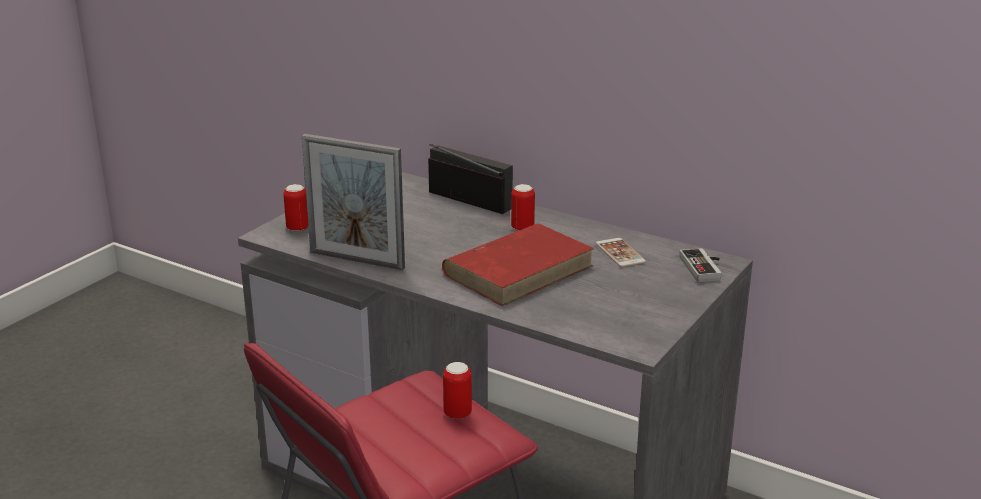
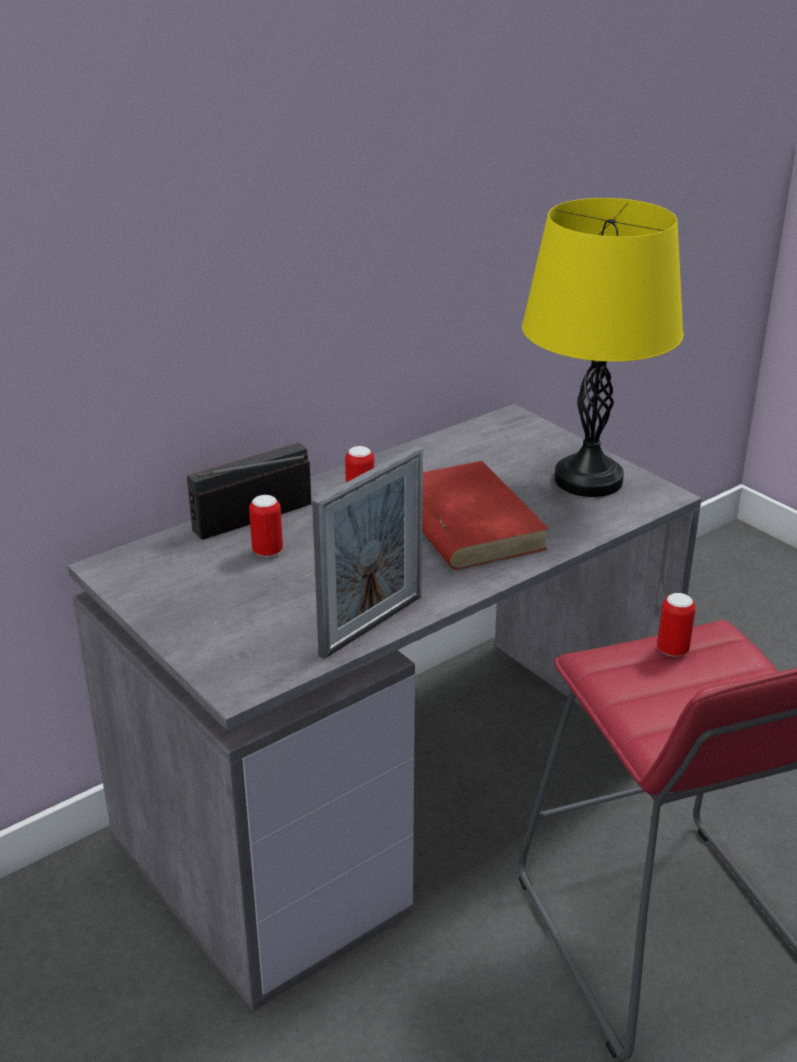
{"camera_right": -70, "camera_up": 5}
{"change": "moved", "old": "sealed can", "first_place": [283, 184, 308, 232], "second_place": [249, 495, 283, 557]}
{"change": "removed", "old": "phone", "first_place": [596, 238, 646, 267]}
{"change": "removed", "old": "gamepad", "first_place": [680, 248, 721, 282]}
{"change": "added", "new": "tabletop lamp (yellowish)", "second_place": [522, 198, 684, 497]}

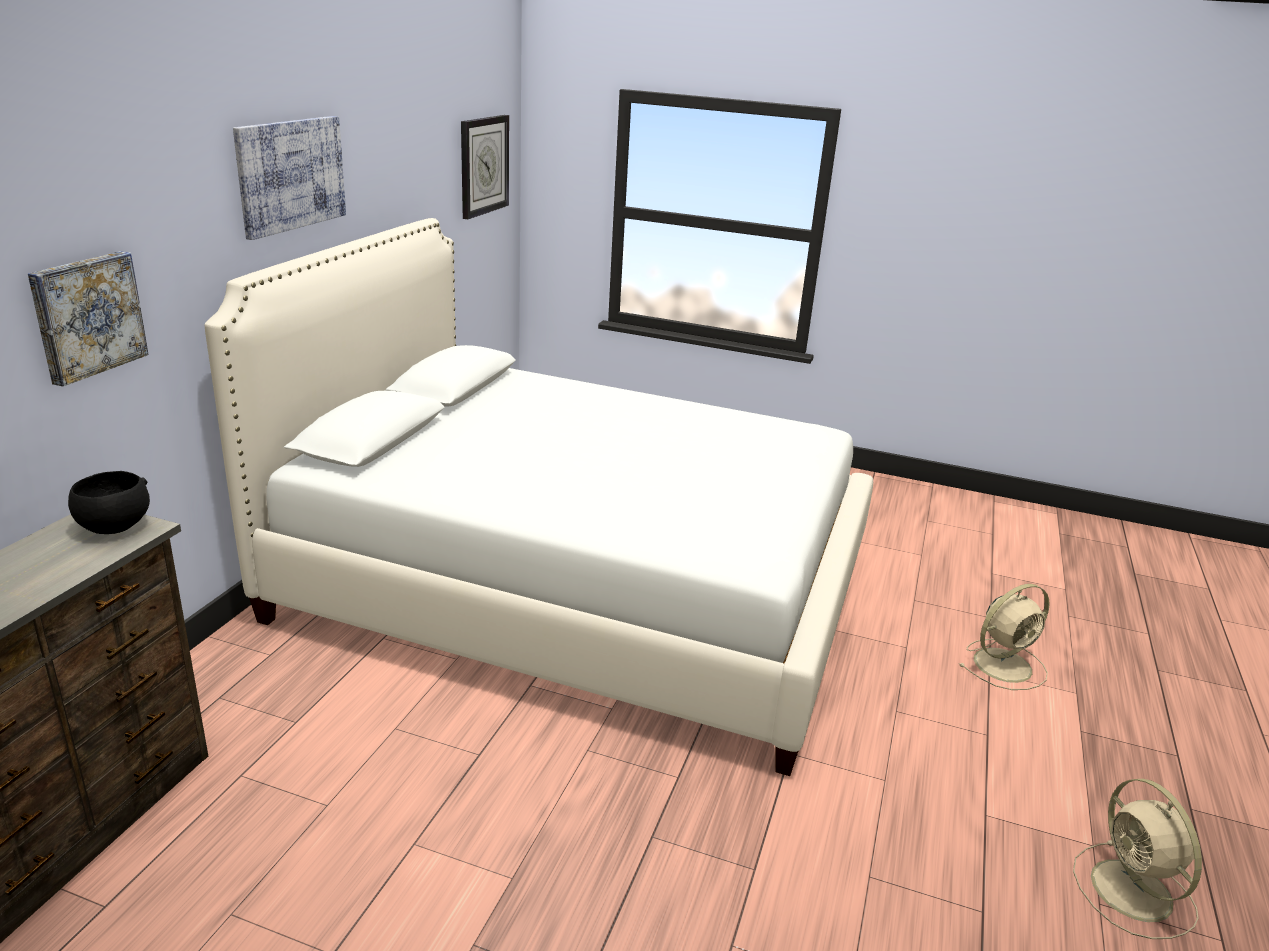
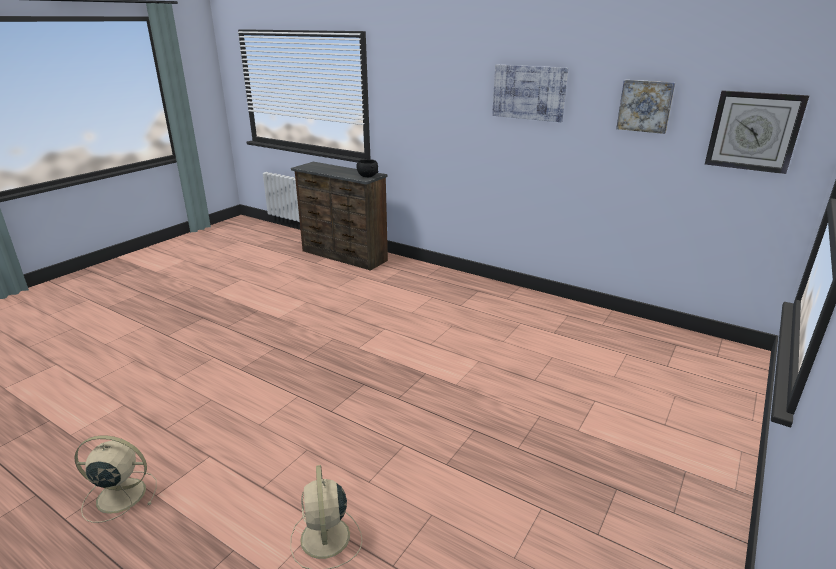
{"camera_right": 105, "camera_up": 0}
{"change": "moved", "old": "wall picture", "first_place": [28, 251, 149, 387], "second_place": [616, 80, 676, 134]}
{"change": "removed", "old": "bed (white-coloured)", "first_place": [205, 218, 873, 776]}

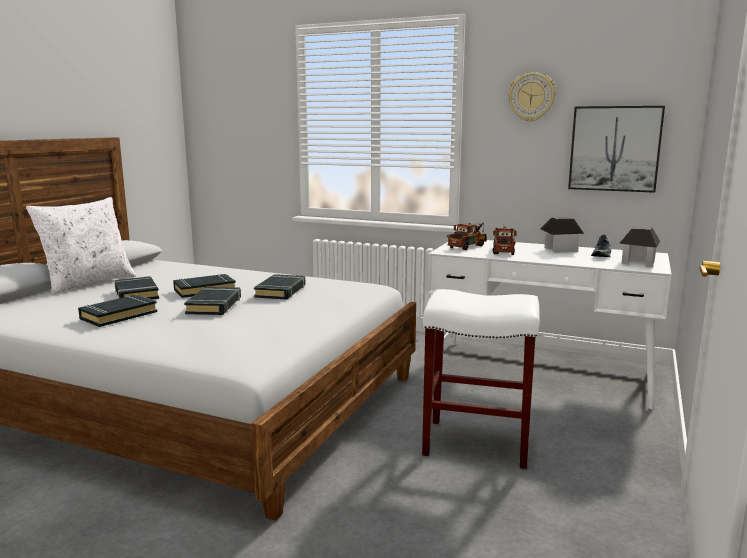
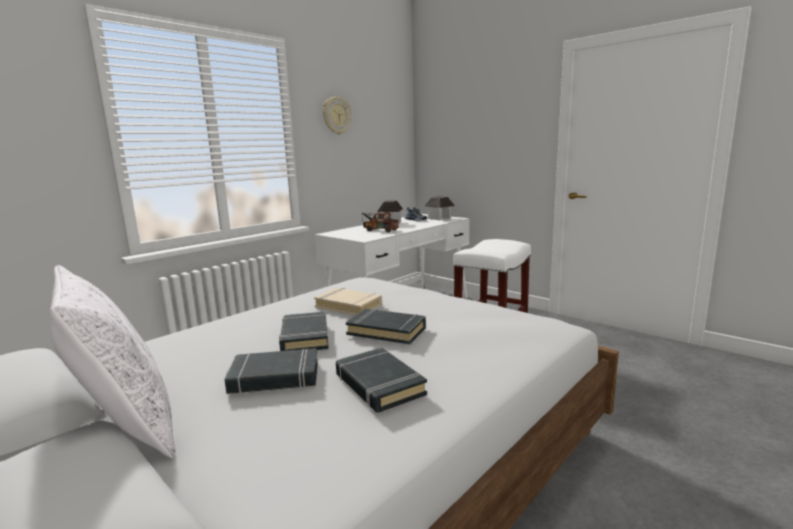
{"camera_right": -70, "camera_up": 0}
{"change": "recoloured", "old": "book (black)", "new": "book (sand-coloured)", "first_place": [254, 274, 306, 300], "second_place": [314, 288, 382, 316]}
{"change": "removed", "old": "toy lorry", "first_place": [447, 222, 487, 250]}
{"change": "removed", "old": "wall picture", "first_place": [568, 106, 665, 193]}

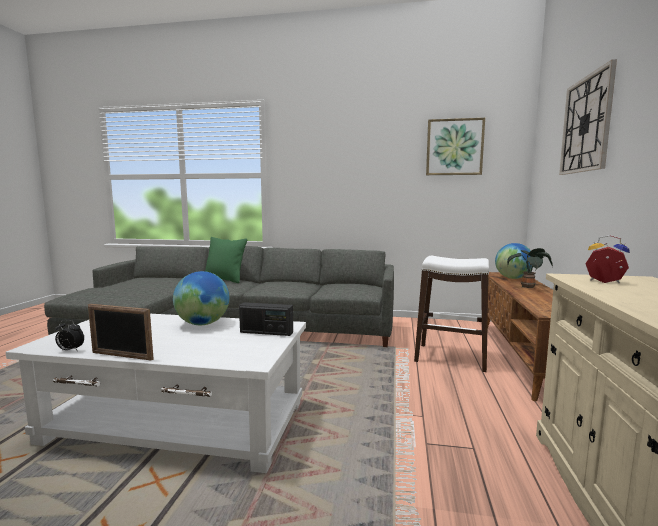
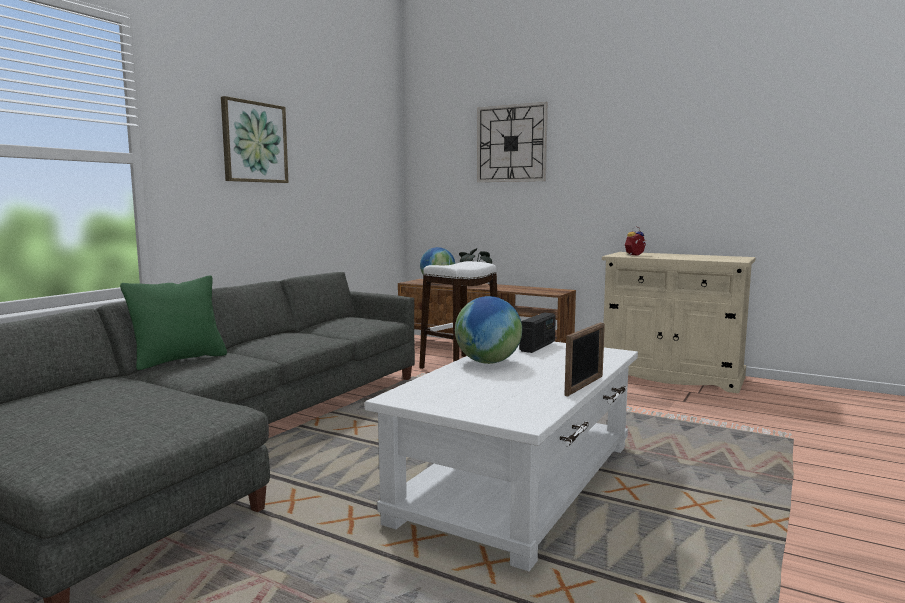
{"camera_right": -70, "camera_up": 0}
{"change": "removed", "old": "alarm clock", "first_place": [55, 320, 84, 351]}
{"change": "moved", "old": "wall picture", "first_place": [426, 118, 485, 175], "second_place": [221, 96, 289, 183]}

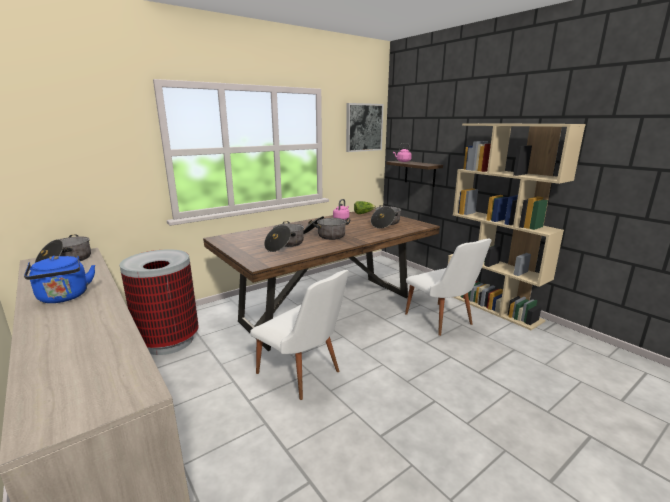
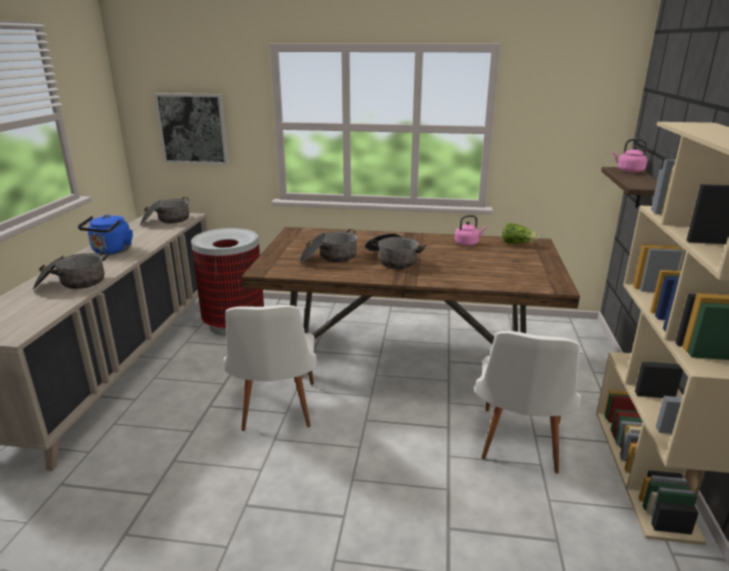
{"camera_right": 45, "camera_up": 5}
{"change": "moved", "old": "wall picture", "first_place": [346, 103, 384, 152], "second_place": [154, 93, 229, 165]}
{"change": "moved", "old": "stockpot", "first_place": [371, 205, 401, 229], "second_place": [33, 251, 108, 289]}

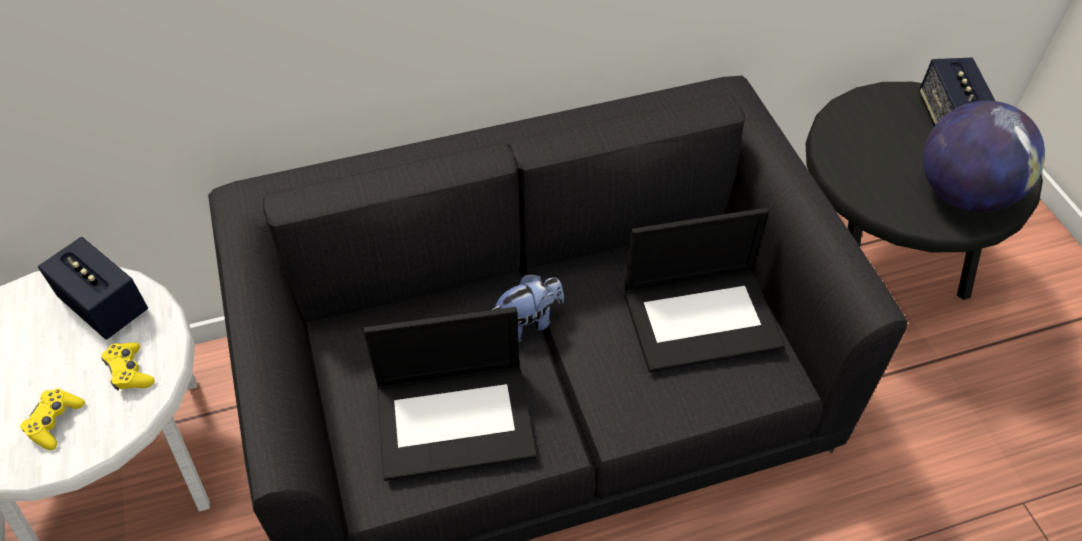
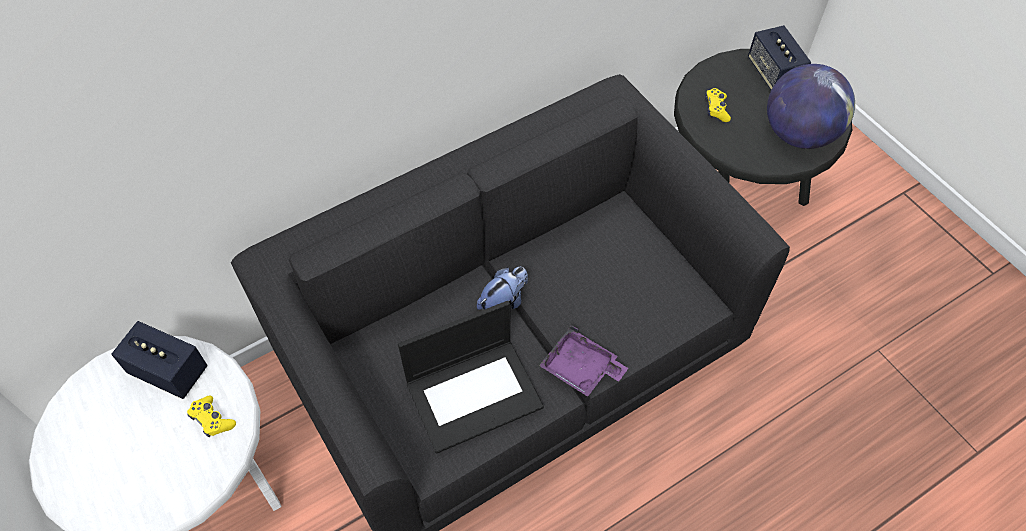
{"camera_right": -15, "camera_up": 5}
{"change": "moved", "old": "gamepad (yellowish)", "first_place": [20, 388, 85, 450], "second_place": [705, 88, 731, 122]}
{"change": "removed", "old": "notebook computer", "first_place": [625, 208, 785, 372]}
{"change": "added", "new": "carrying tray (purple)", "second_place": [539, 325, 628, 396]}

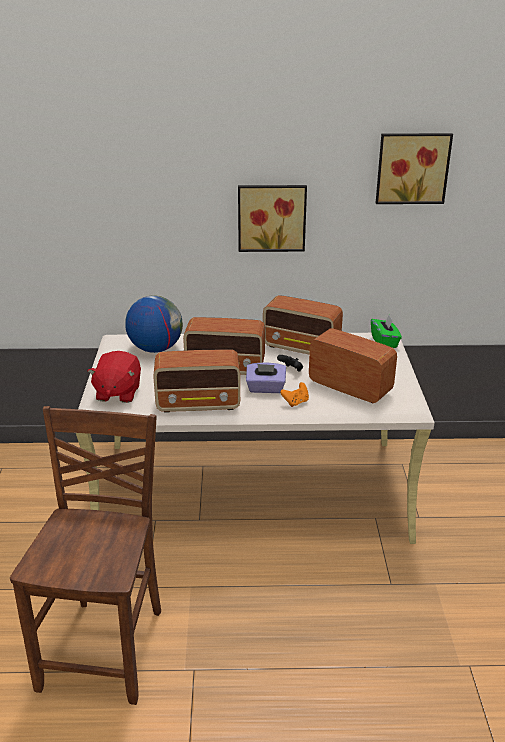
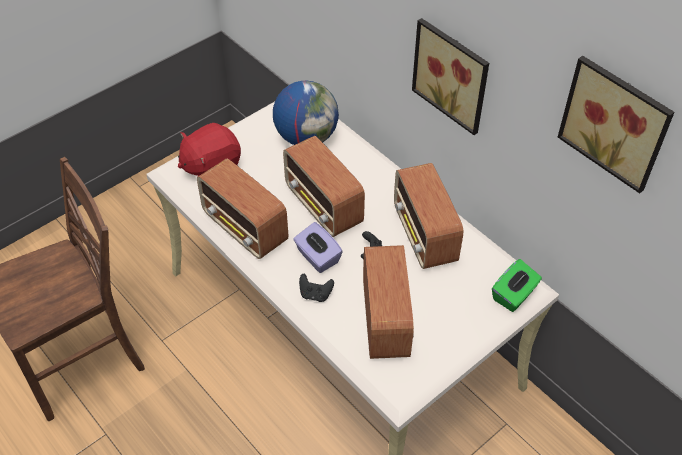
{"camera_right": 50, "camera_up": 20}
{"change": "recoloured", "old": "gamepad (orange-coloured)", "new": "gamepad (black)", "first_place": [280, 382, 309, 407], "second_place": [299, 273, 334, 302]}

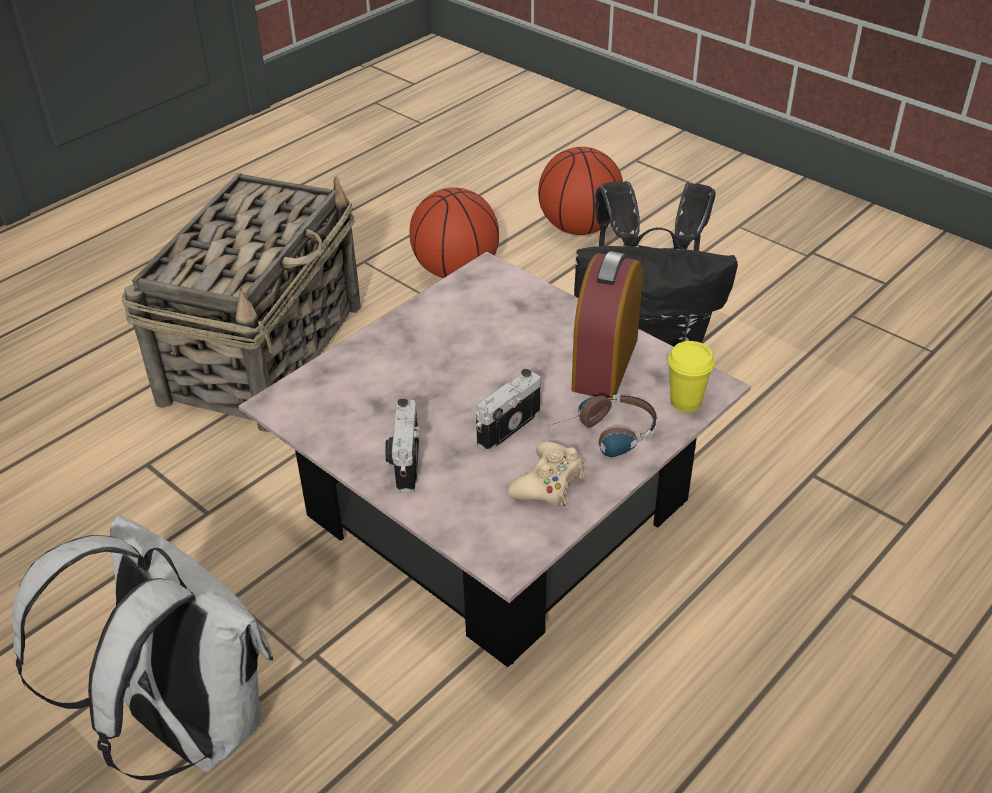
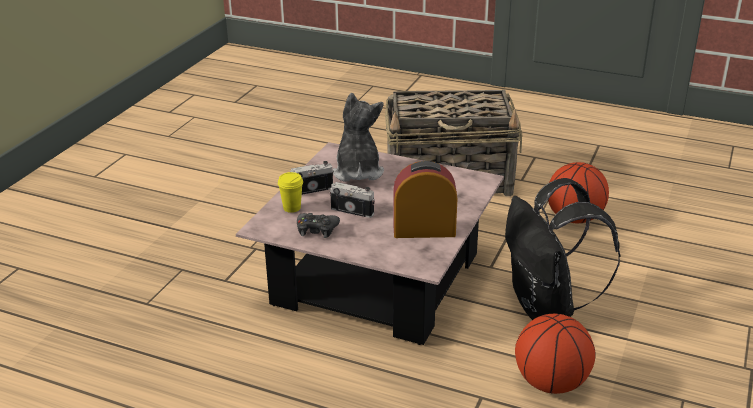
{"camera_right": 70, "camera_up": -10}
{"change": "removed", "old": "knapsack (white-coloured)", "first_place": [12, 515, 273, 780]}
{"change": "recoloured", "old": "gamepad (sand-coloured)", "new": "gamepad (black)", "first_place": [507, 441, 585, 507], "second_place": [297, 213, 340, 238]}
{"change": "moved", "old": "ball for basketball", "first_place": [538, 147, 623, 235], "second_place": [515, 314, 596, 394]}
{"change": "removed", "old": "headset", "first_place": [549, 394, 658, 457]}
{"change": "moved", "old": "cup (yellowish)", "first_place": [668, 341, 715, 412], "second_place": [278, 172, 303, 213]}
{"change": "added", "new": "plush toy", "second_place": [333, 93, 384, 182]}

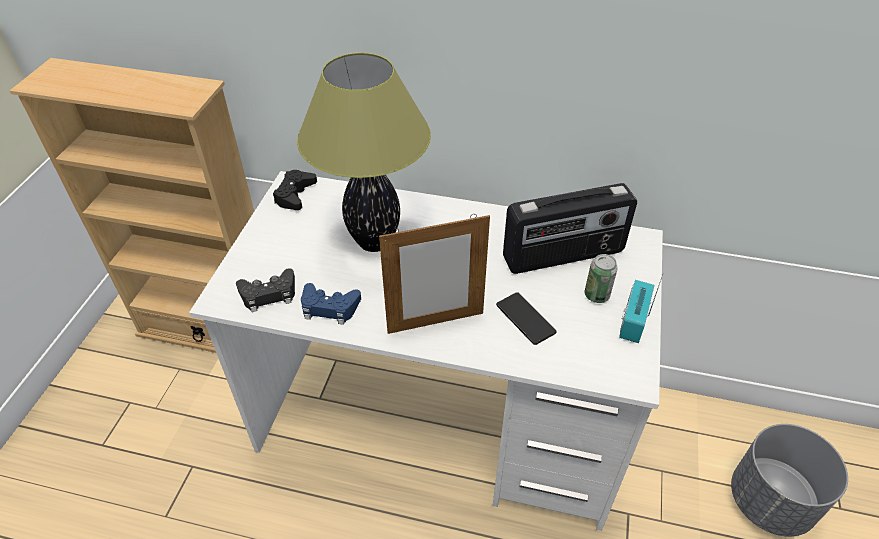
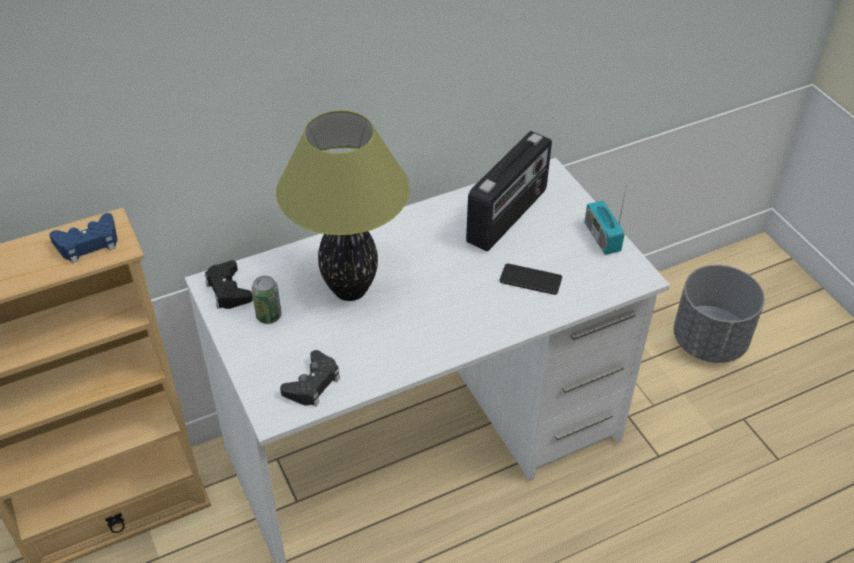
{"camera_right": -40, "camera_up": 0}
{"change": "moved", "old": "gamepad (bluish)", "first_place": [301, 283, 361, 325], "second_place": [49, 213, 118, 264]}
{"change": "removed", "old": "photo frame", "first_place": [379, 214, 490, 334]}
{"change": "moved", "old": "sealed can", "first_place": [585, 254, 618, 303], "second_place": [252, 276, 281, 324]}

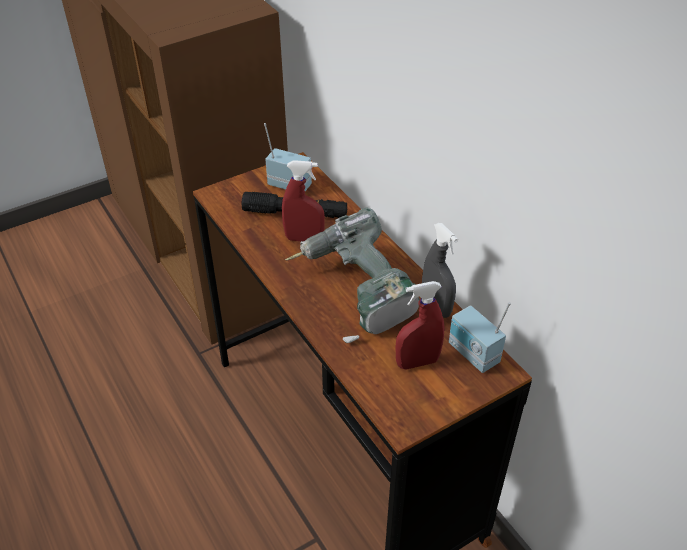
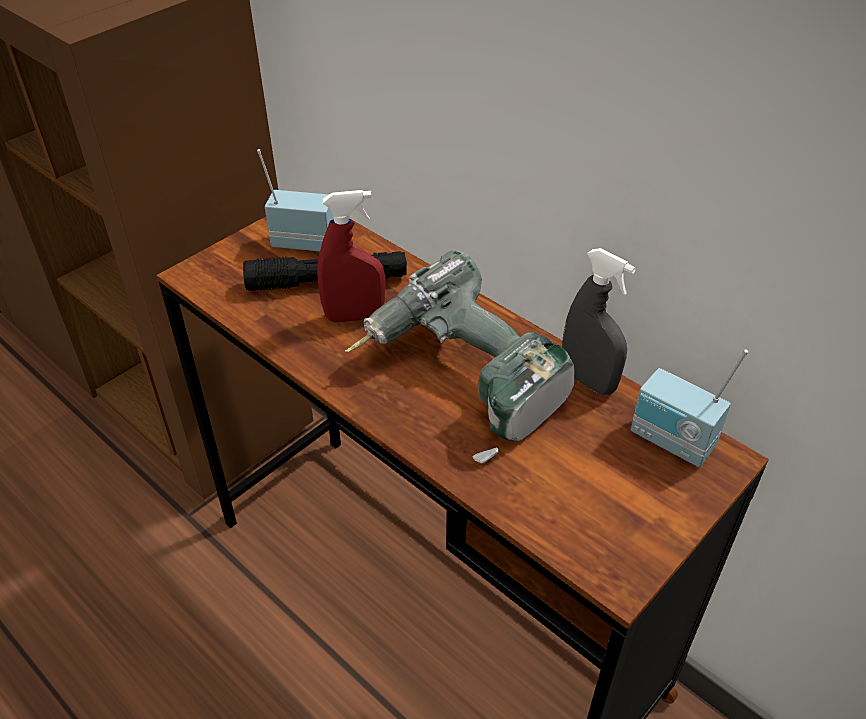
{"camera_right": -15, "camera_up": 0}
{"change": "removed", "old": "sprayer (reddish)", "first_place": [395, 281, 445, 369]}

